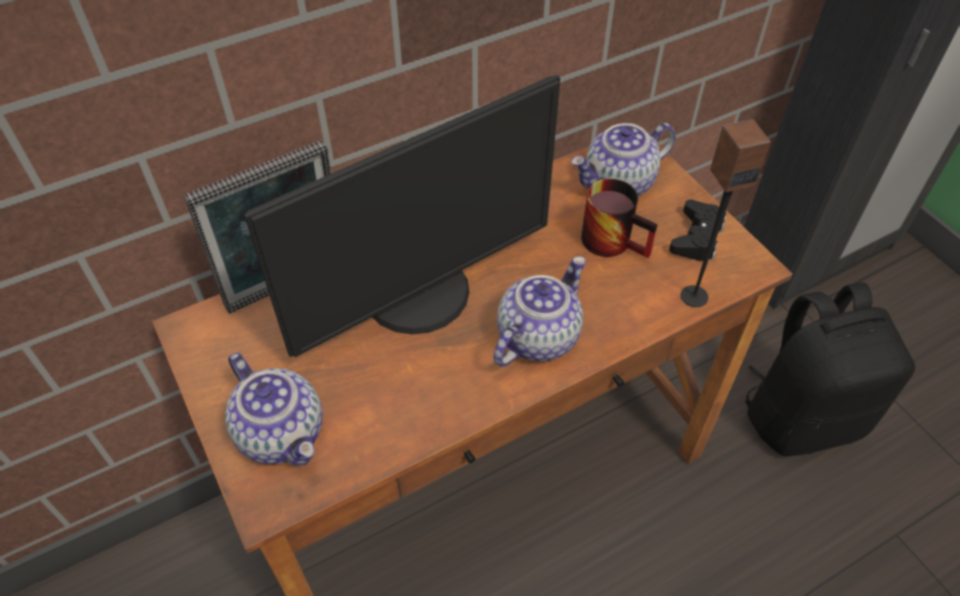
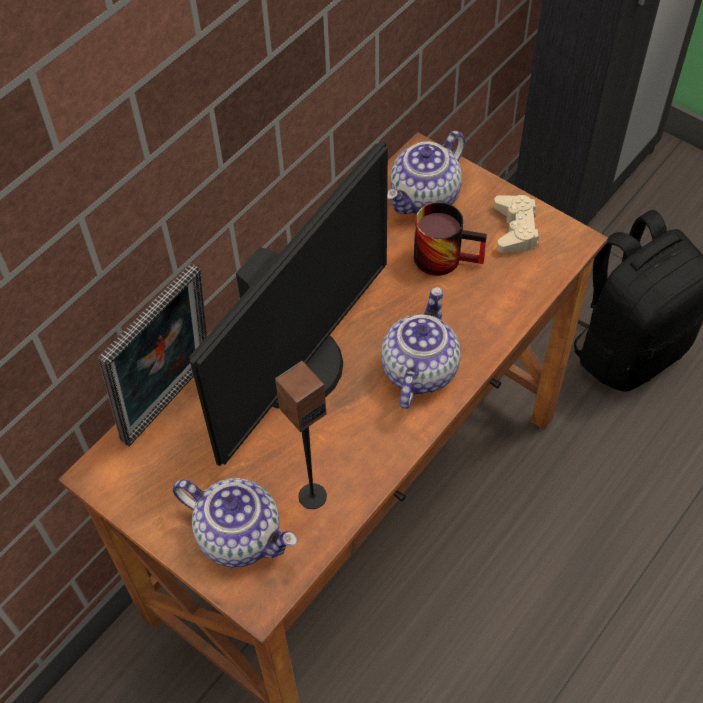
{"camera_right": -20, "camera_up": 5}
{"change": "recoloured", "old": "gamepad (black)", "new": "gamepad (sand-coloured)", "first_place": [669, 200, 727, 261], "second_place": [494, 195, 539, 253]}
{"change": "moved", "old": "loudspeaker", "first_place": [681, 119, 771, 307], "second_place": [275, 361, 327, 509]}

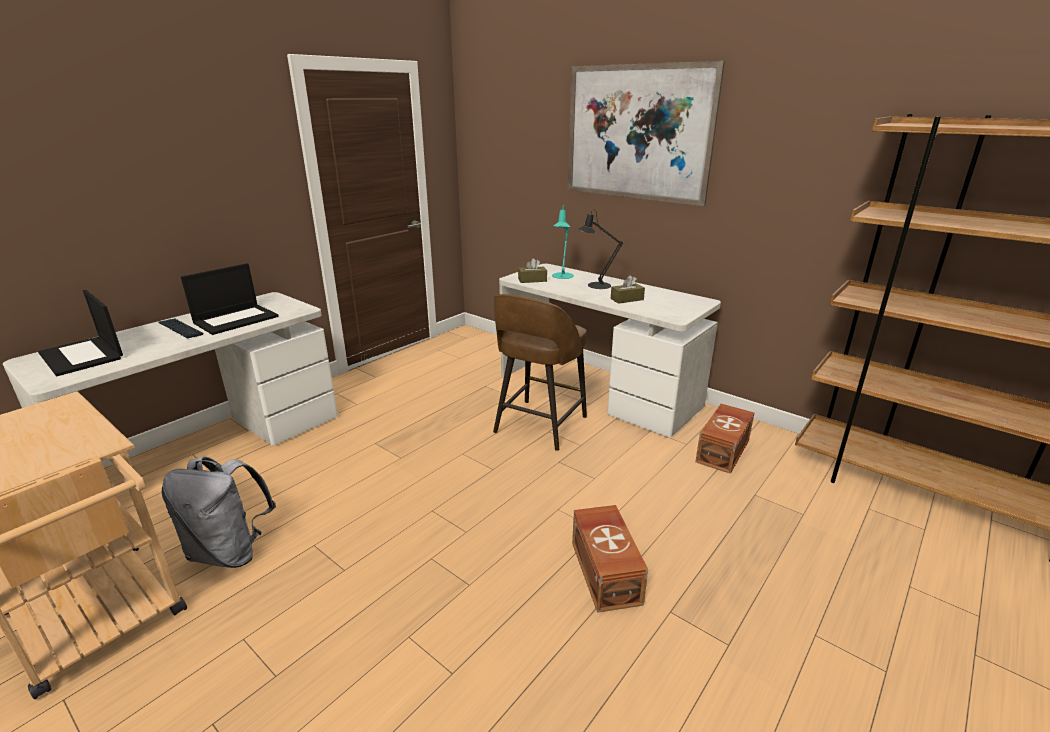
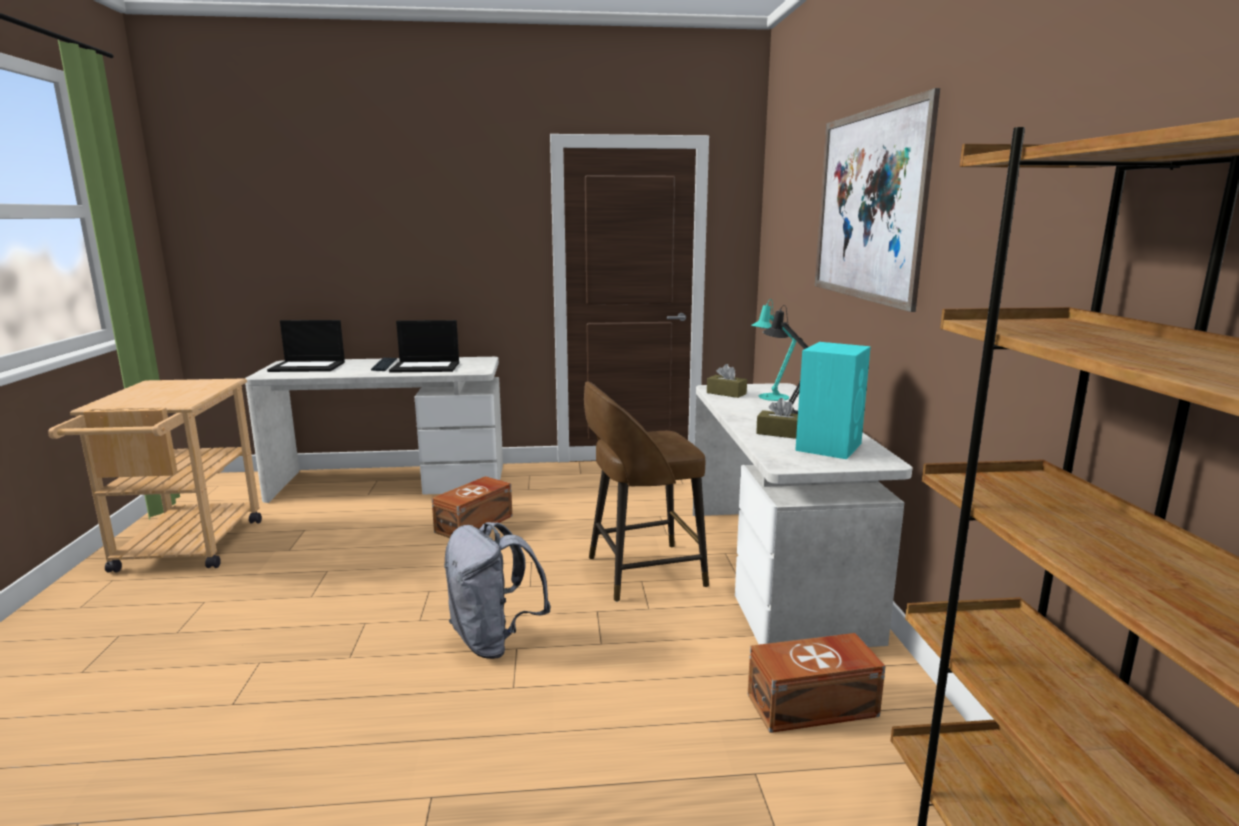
{"camera_right": 45, "camera_up": -10}
{"change": "turned", "old": "notebook computer", "first_place": [38, 290, 123, 376], "second_place": [267, 320, 345, 372], "degrees": -90}
{"change": "moved", "old": "knapsack (grey)", "first_place": [162, 456, 276, 568], "second_place": [444, 522, 551, 659]}
{"change": "moved", "old": "storage container (brownish)", "first_place": [572, 505, 648, 613], "second_place": [432, 476, 512, 538]}
{"change": "added", "new": "loudspeaker (turquoise)", "second_place": [795, 342, 871, 459]}

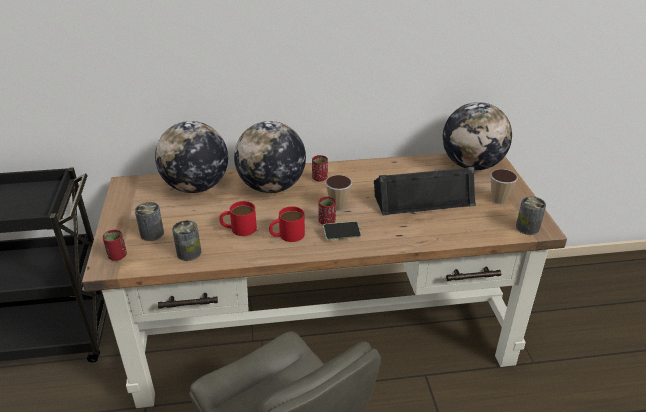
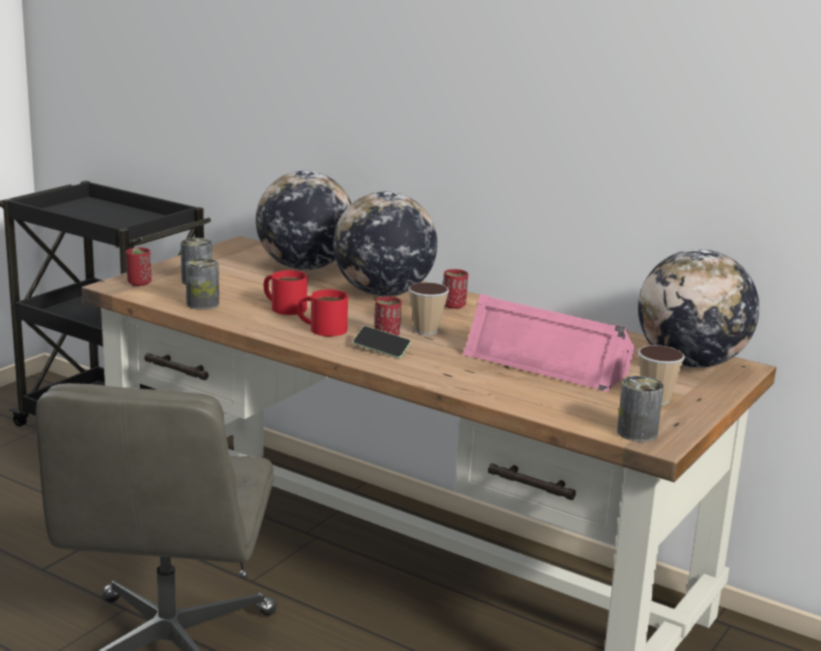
{"camera_right": 40, "camera_up": -15}
{"change": "recoloured", "old": "loudspeaker (black)", "new": "loudspeaker (pinkish)", "first_place": [374, 167, 476, 216], "second_place": [463, 294, 635, 392]}

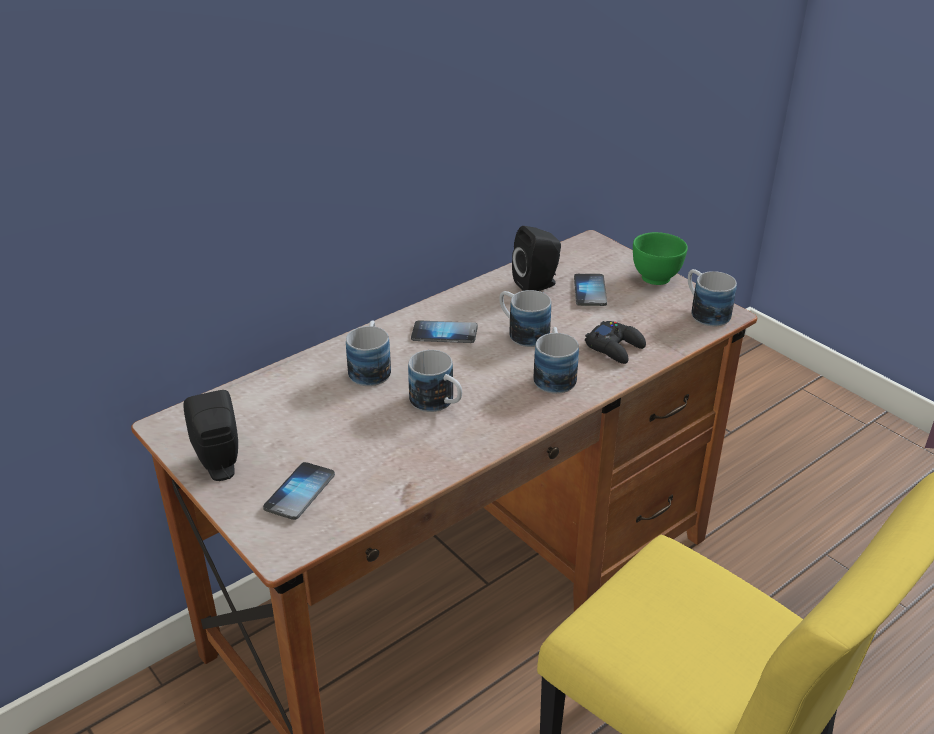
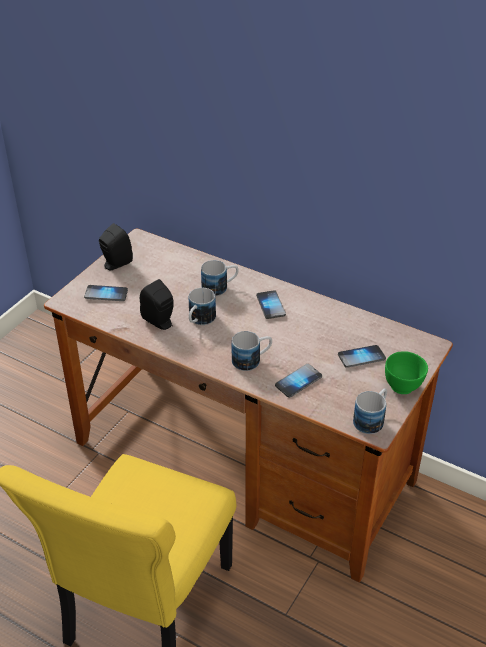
{"camera_right": 70, "camera_up": 5}
{"change": "removed", "old": "coffee mug", "first_place": [500, 290, 551, 347]}
{"change": "moved", "old": "loudspeaker (black)", "first_place": [512, 226, 561, 291], "second_place": [140, 279, 174, 330]}
{"change": "replaced", "old": "gamepad (black)", "new": "phone", "first_place": [585, 321, 646, 364], "second_place": [275, 364, 322, 398]}

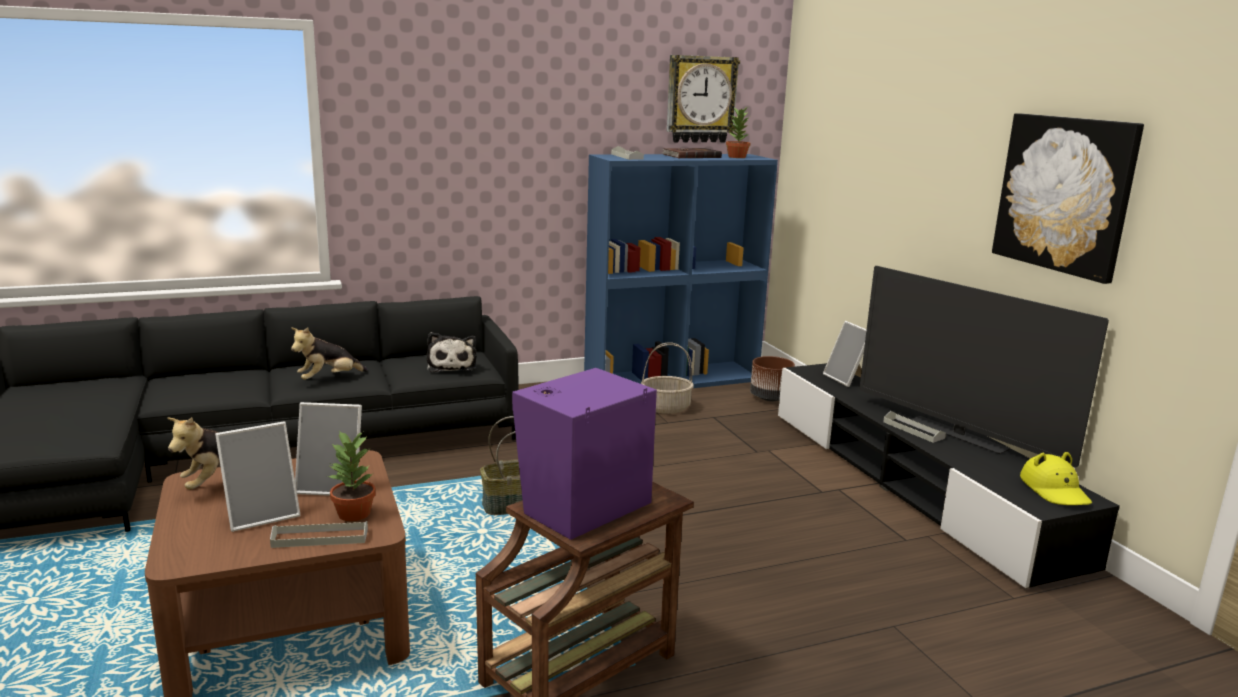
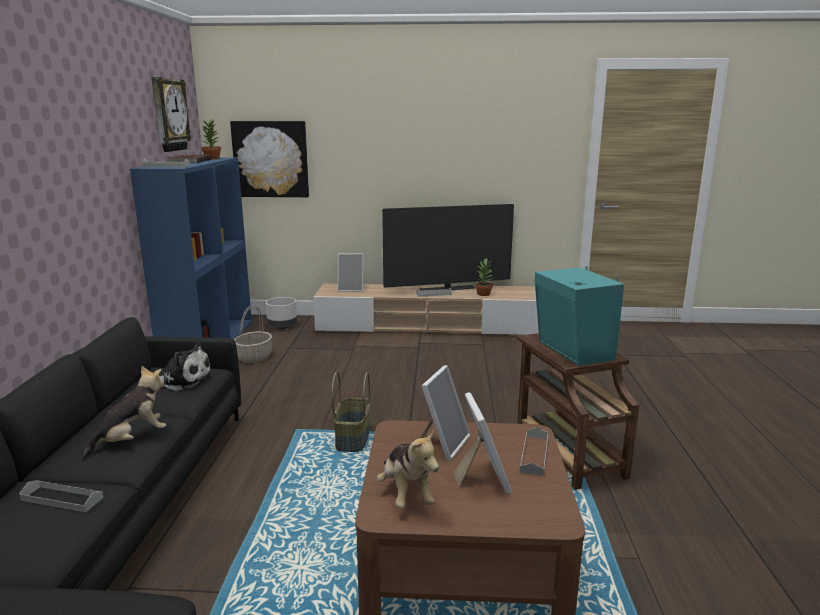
{"camera_right": -65, "camera_up": 0}
{"change": "turned", "old": "plush toy", "first_place": [291, 327, 368, 380], "second_place": [81, 366, 166, 460], "degrees": -120}
{"change": "moved", "old": "potted plant", "first_place": [327, 431, 376, 521], "second_place": [475, 258, 493, 296]}
{"change": "recoloured", "old": "loudspeaker (purple)", "new": "loudspeaker (turquoise)", "first_place": [512, 368, 657, 540], "second_place": [534, 266, 624, 366]}
{"change": "recoloured", "old": "flower pot (brownish)", "new": "flower pot (grey)", "first_place": [750, 356, 795, 401], "second_place": [266, 297, 297, 329]}
{"change": "recoloured", "old": "tv stand (black)", "new": "tv stand (sand-coloured)", "first_place": [778, 363, 1120, 589], "second_place": [313, 283, 539, 335]}
{"change": "moved", "old": "wall picture", "first_place": [992, 113, 1144, 284], "second_place": [230, 121, 309, 197]}
{"change": "removed", "old": "clothing hat (yellowish)", "first_place": [1020, 452, 1092, 505]}
{"change": "added", "new": "carrying tray (grey)", "second_place": [19, 480, 103, 512]}

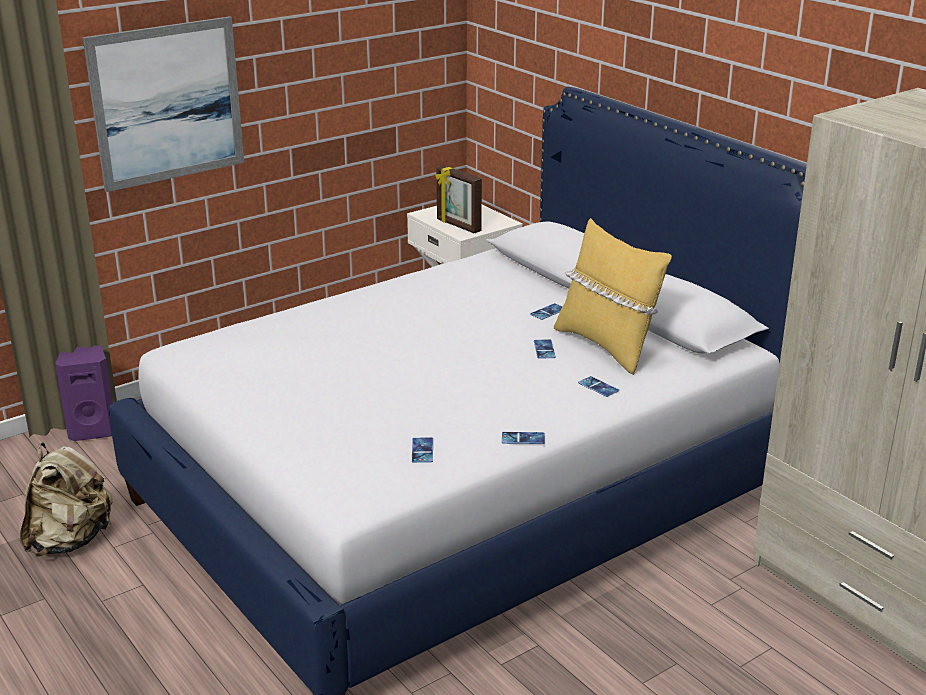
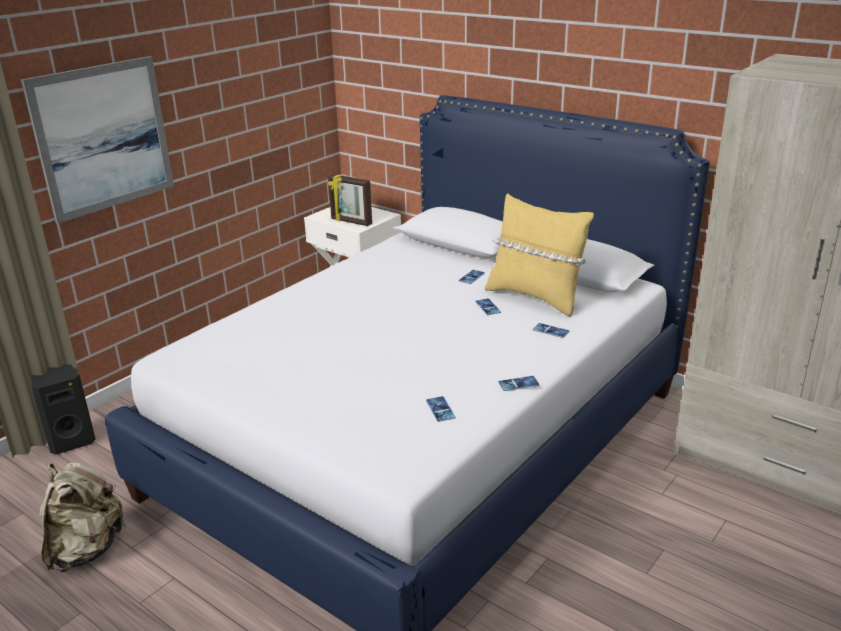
{"camera_right": -15, "camera_up": 0}
{"change": "recoloured", "old": "loudspeaker (purple)", "new": "loudspeaker (black)", "first_place": [55, 345, 113, 441], "second_place": [32, 364, 96, 454]}

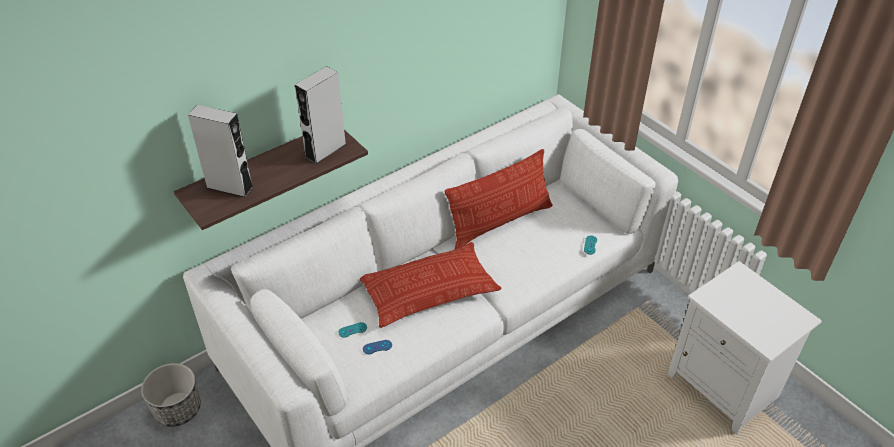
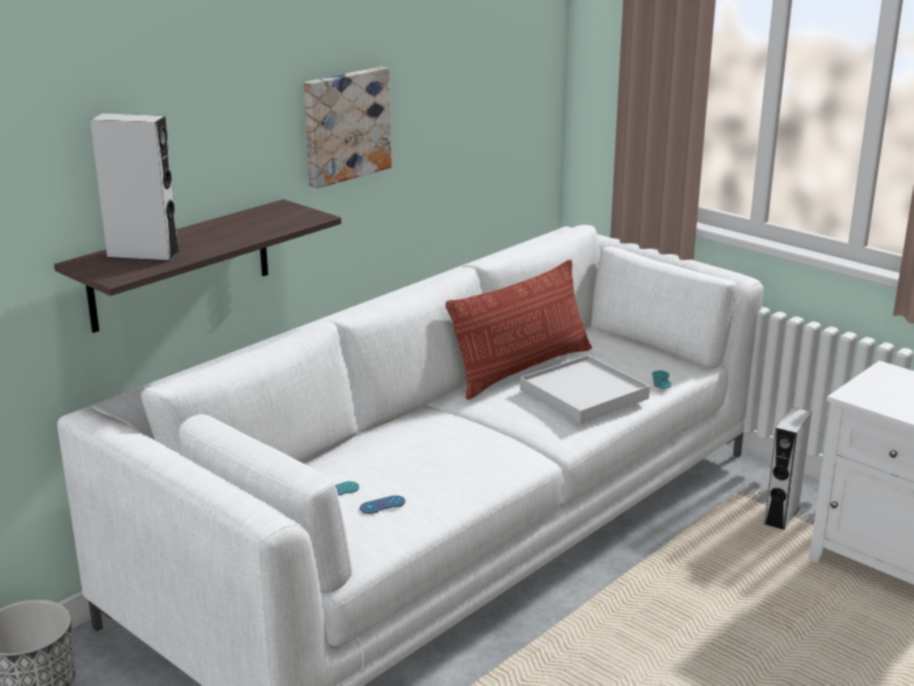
{"camera_right": -10, "camera_up": -20}
{"change": "moved", "old": "loudspeaker (grey)", "first_place": [295, 66, 346, 164], "second_place": [764, 407, 812, 530]}
{"change": "removed", "old": "throw pillow", "first_place": [360, 242, 501, 328]}
{"change": "added", "new": "wall picture", "second_place": [304, 67, 392, 189]}
{"change": "added", "new": "carrying tray (white-coloured)", "second_place": [520, 355, 650, 424]}

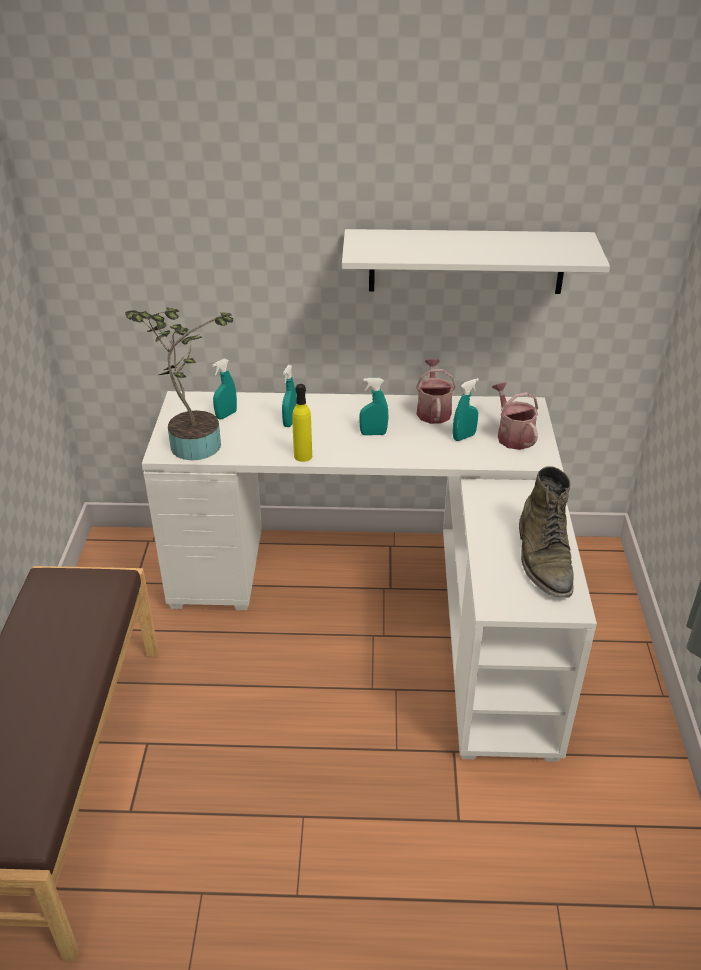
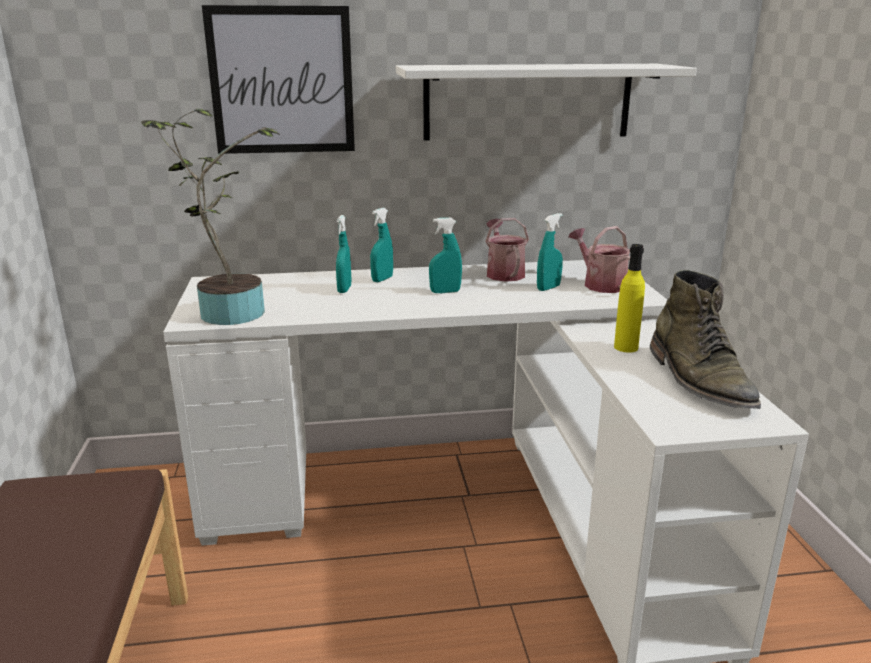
{"camera_right": -10, "camera_up": -15}
{"change": "moved", "old": "sprayer (turquoise)", "first_place": [212, 359, 237, 419], "second_place": [370, 208, 393, 282]}
{"change": "moved", "old": "drink bottle (yellowish)", "first_place": [292, 384, 312, 462], "second_place": [614, 244, 645, 353]}
{"change": "added", "new": "wall picture", "second_place": [202, 5, 355, 154]}

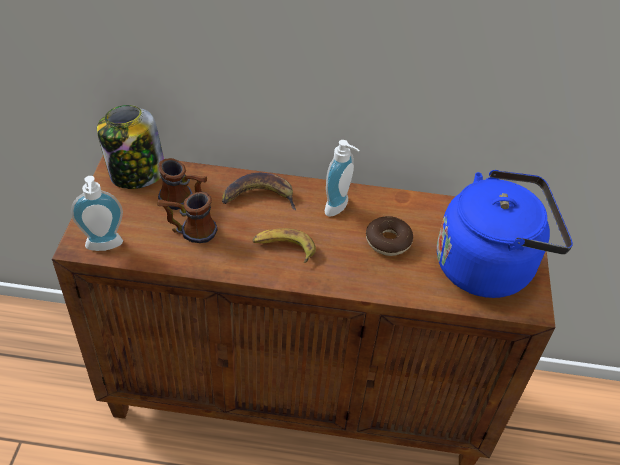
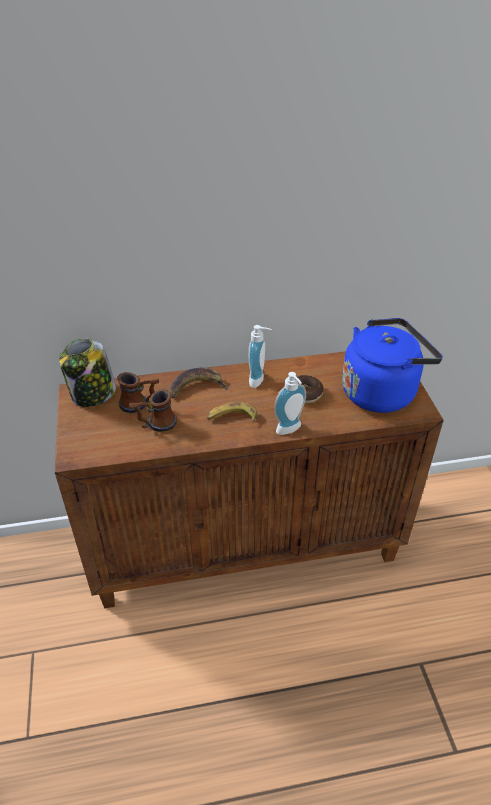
{"camera_right": -15, "camera_up": -5}
{"change": "moved", "old": "liquid soap bottle", "first_place": [71, 176, 123, 251], "second_place": [274, 372, 306, 435]}

